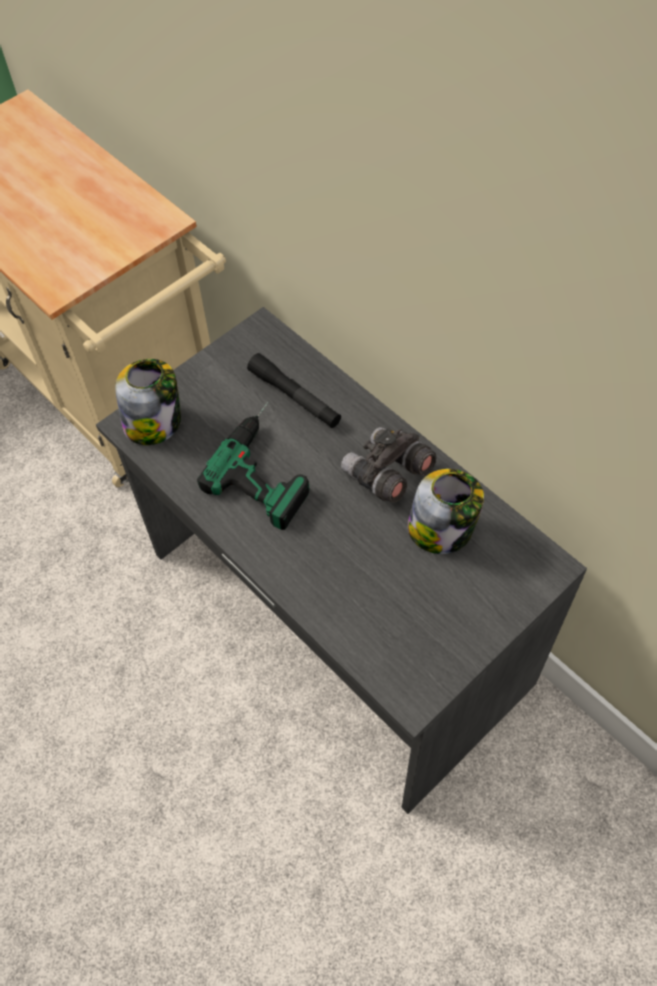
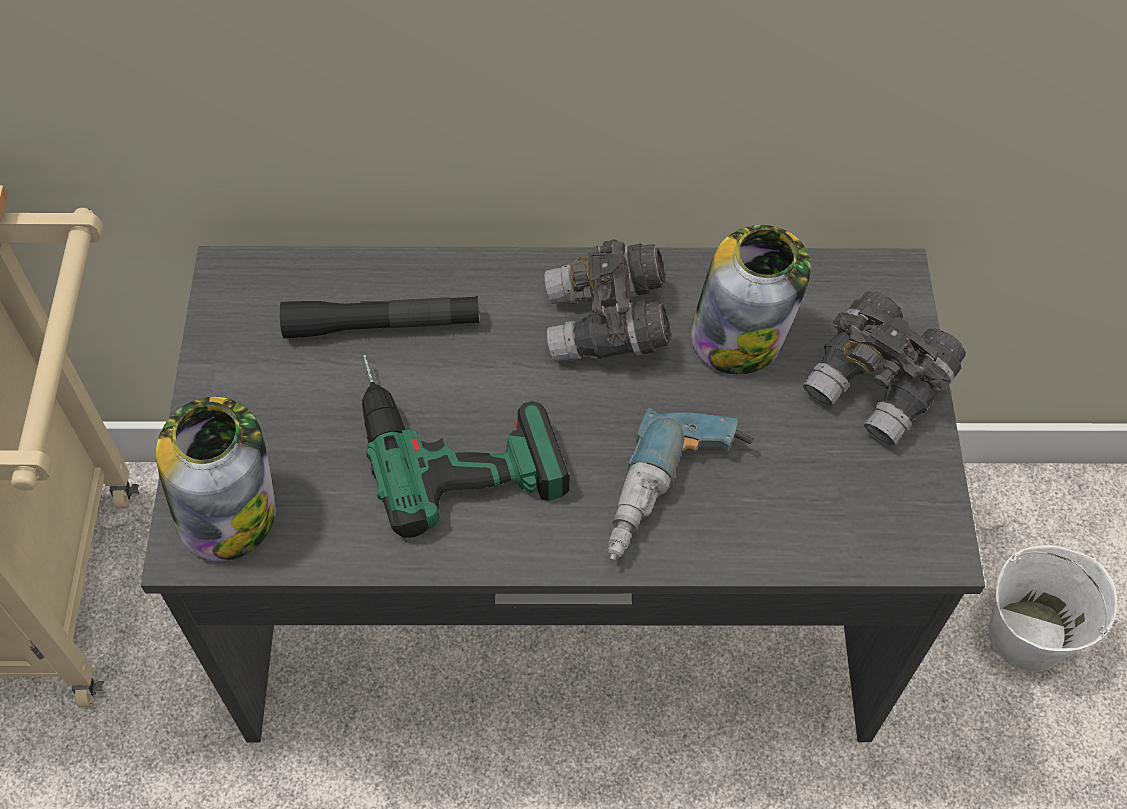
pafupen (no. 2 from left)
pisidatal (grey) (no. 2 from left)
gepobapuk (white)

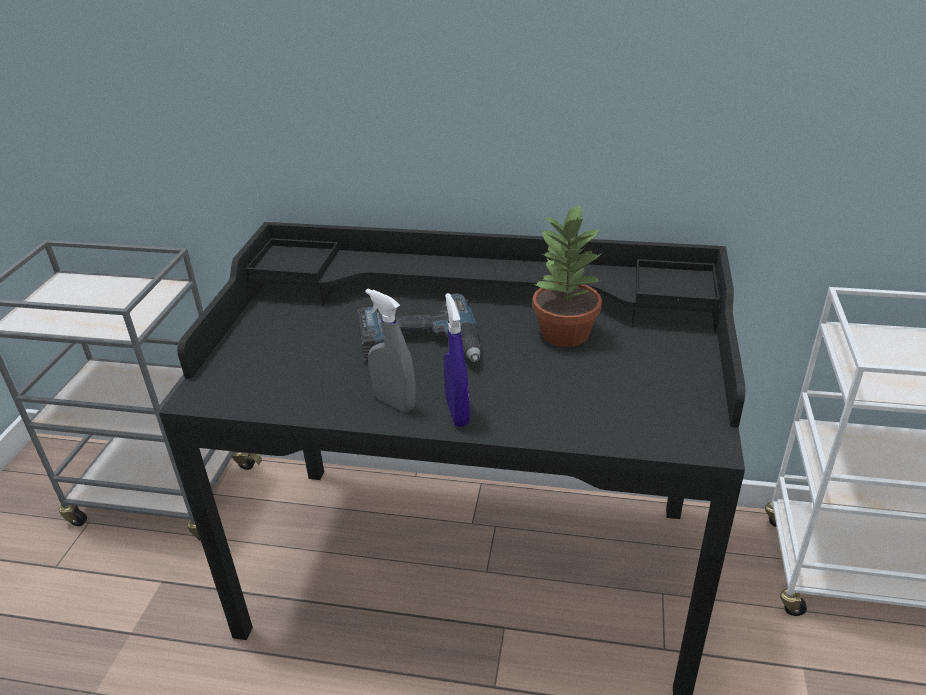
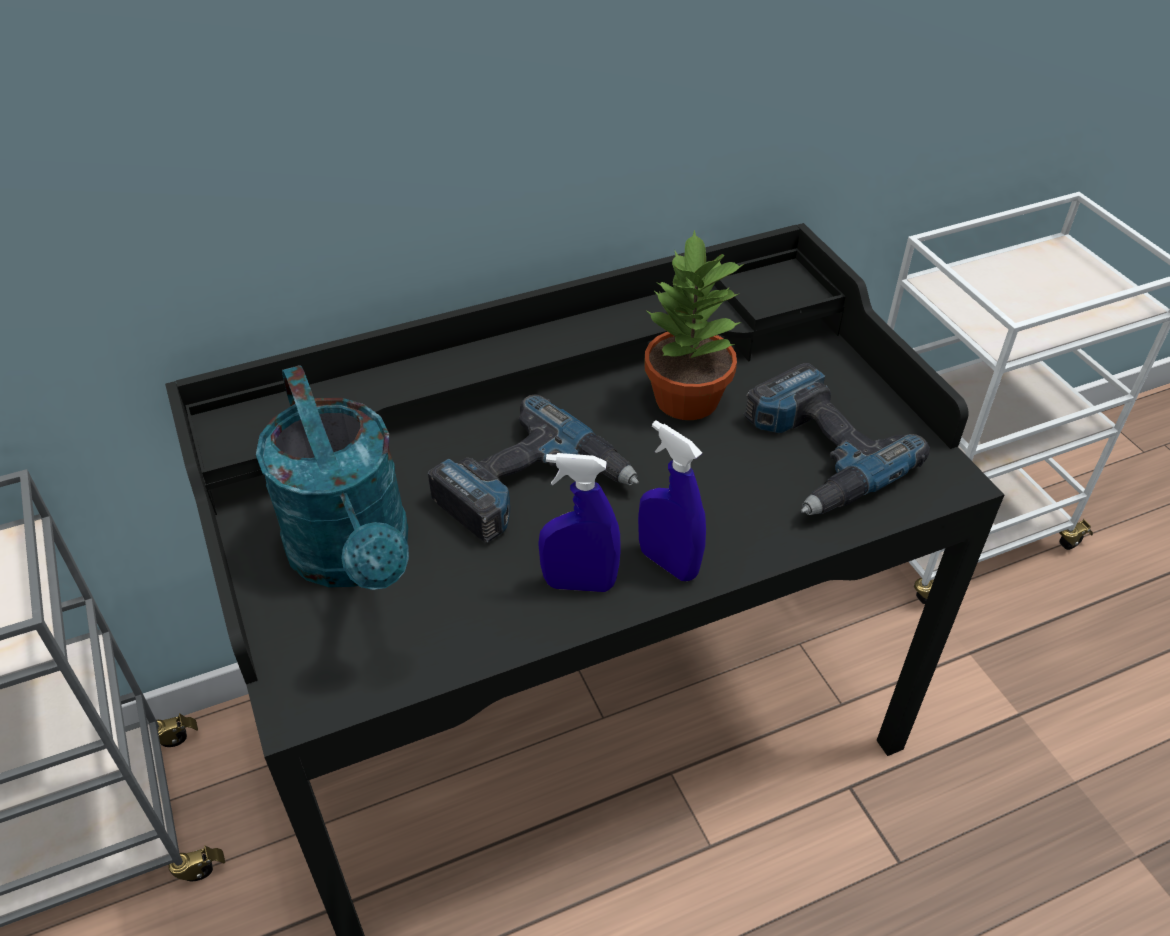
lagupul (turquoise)
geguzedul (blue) (no. 1 from left)
pafupen (no. 2 from left)

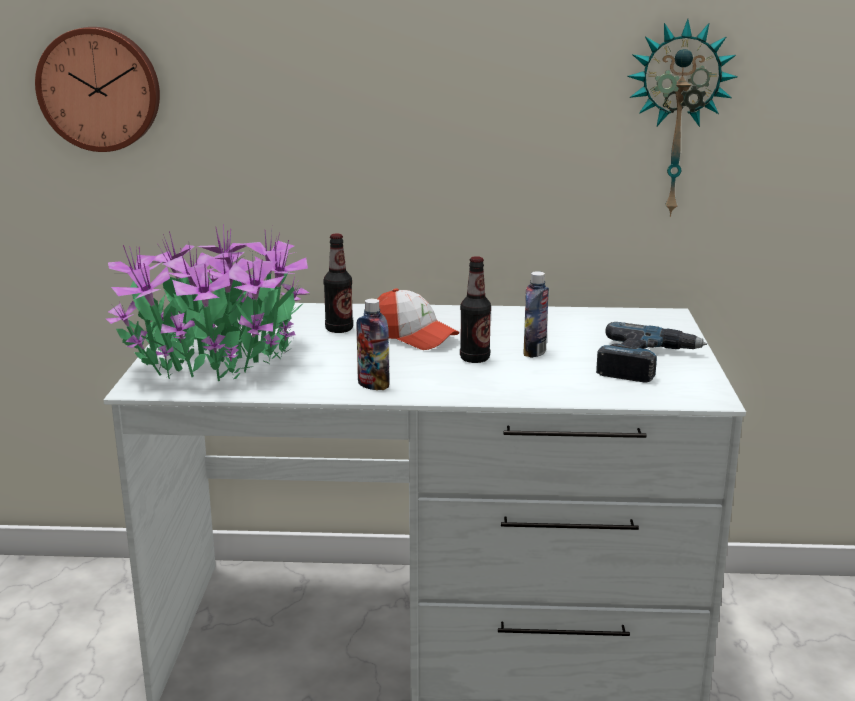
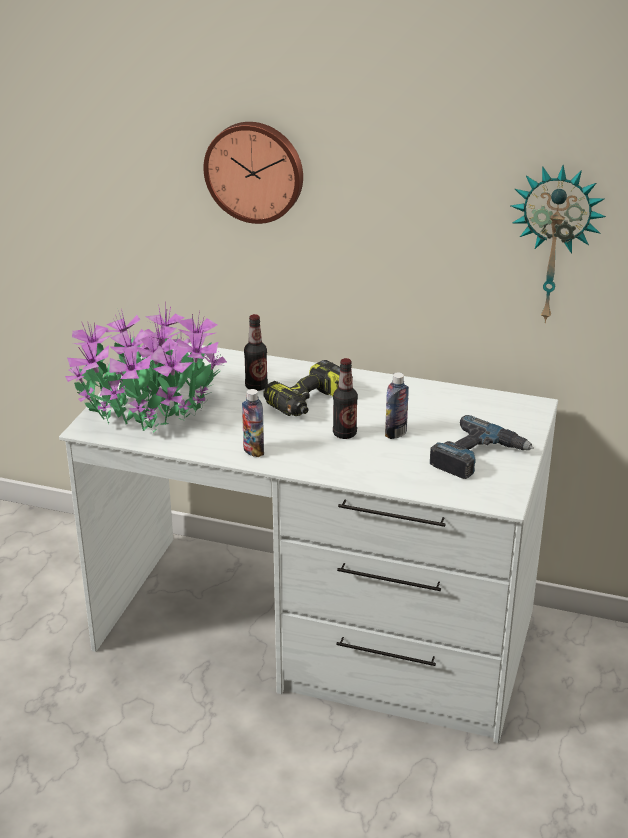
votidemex (no. 1 from left)
pafupen (no. 1 from left)

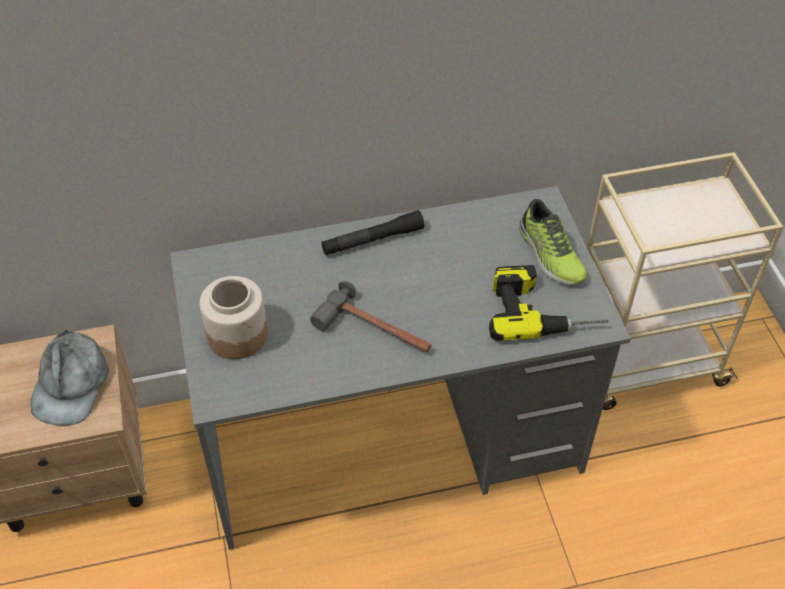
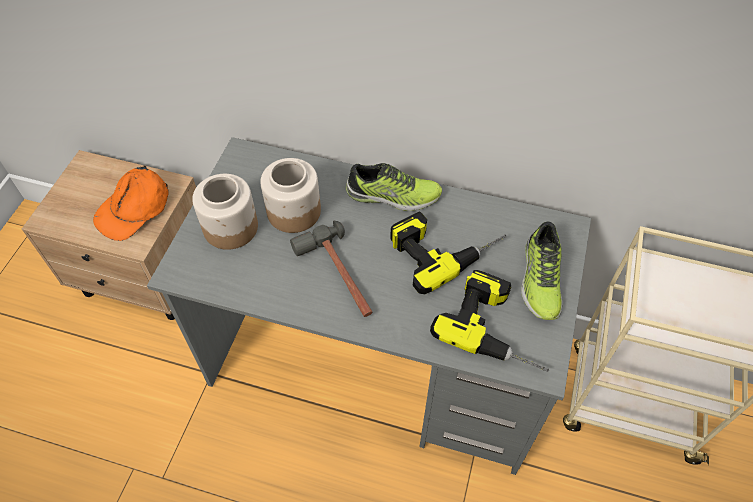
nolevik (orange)
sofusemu (no. 2 from left)
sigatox (no. 1 from left)
pafupen (no. 1 from left)

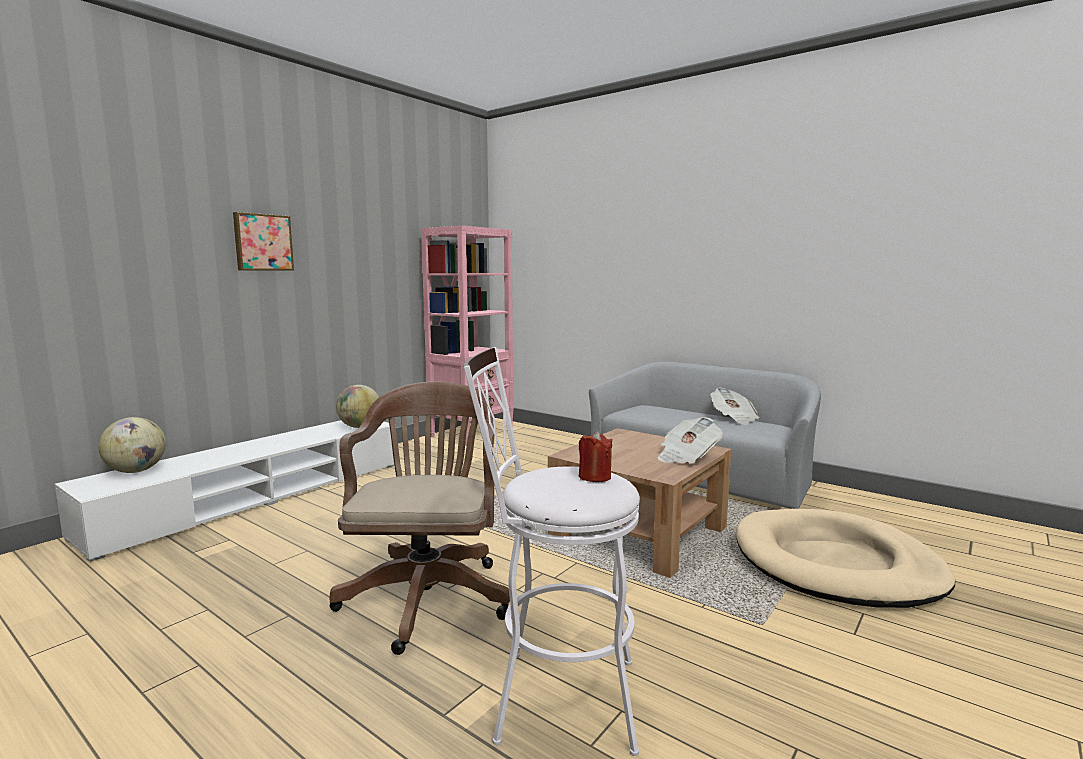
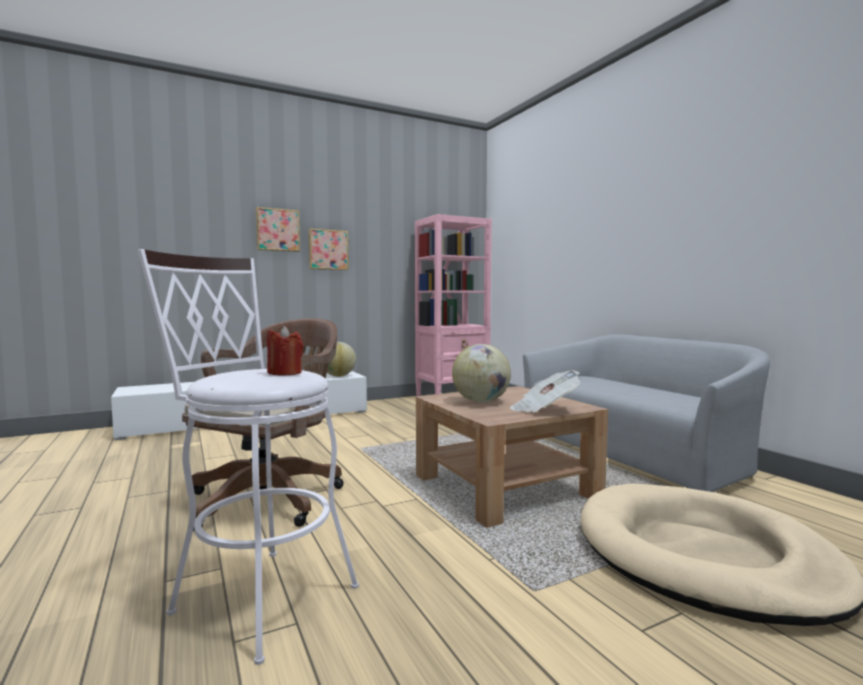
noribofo (no. 2 from left)
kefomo (no. 2 from left)
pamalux (no. 2 from left in the first image)

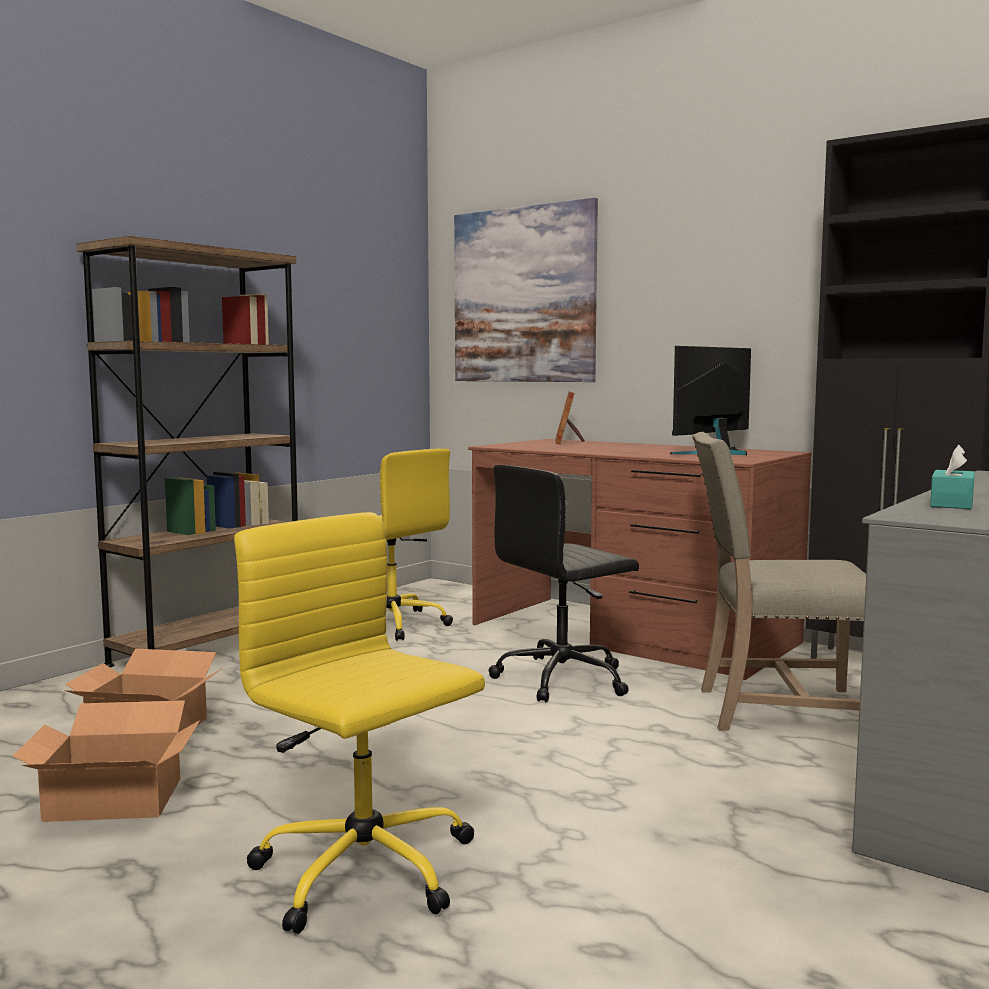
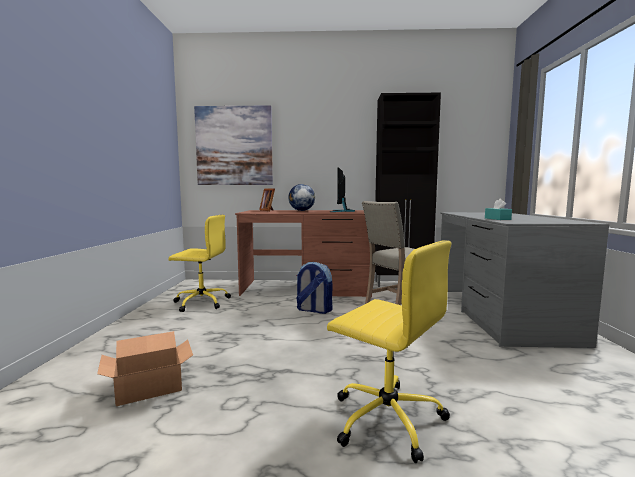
kefomo
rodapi
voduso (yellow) (no. 2 from left)
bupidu (no. 1 from left in the first image)
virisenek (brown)

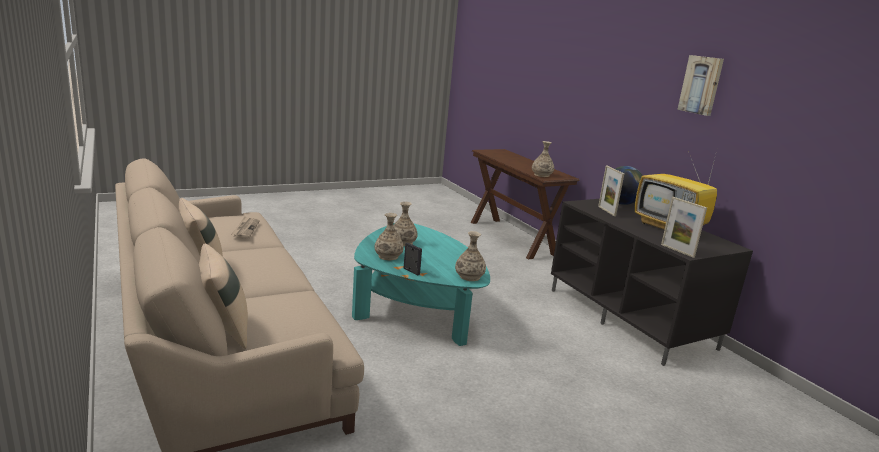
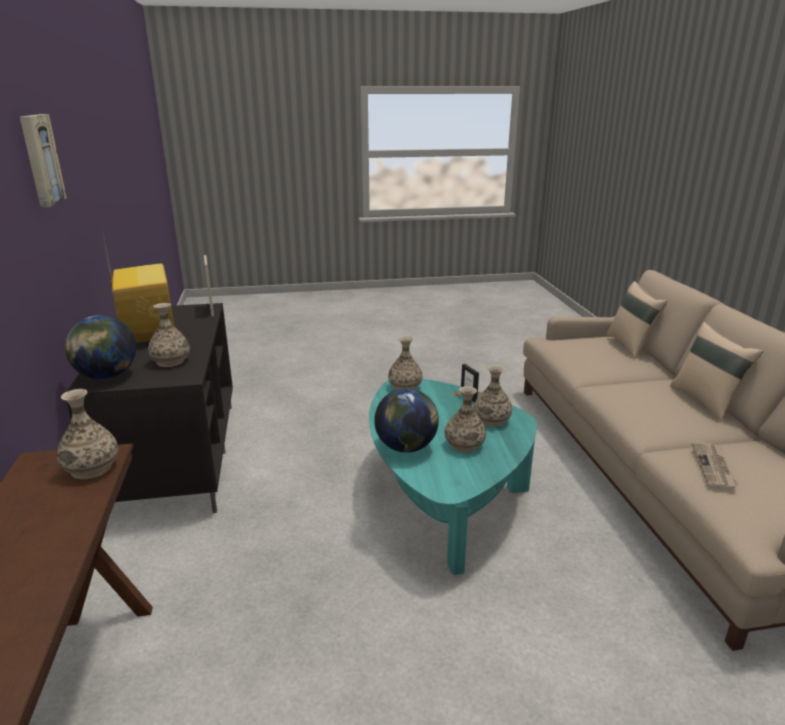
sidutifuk (no. 2 from left)
kefomo (no. 2 from left)

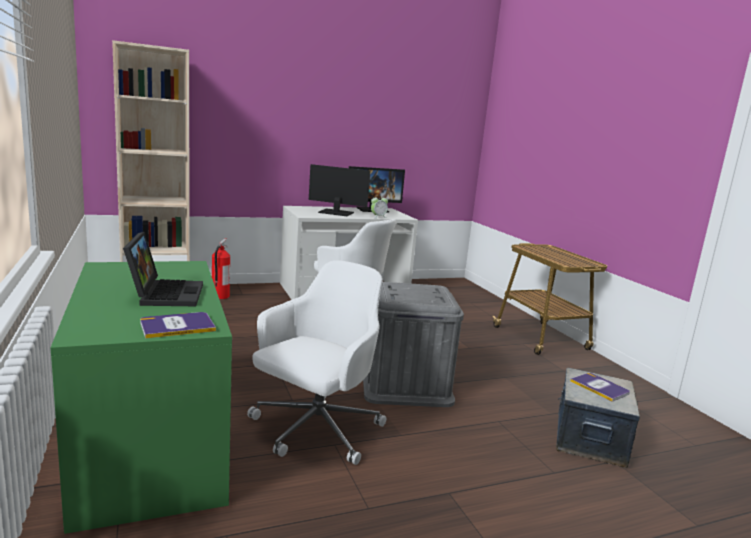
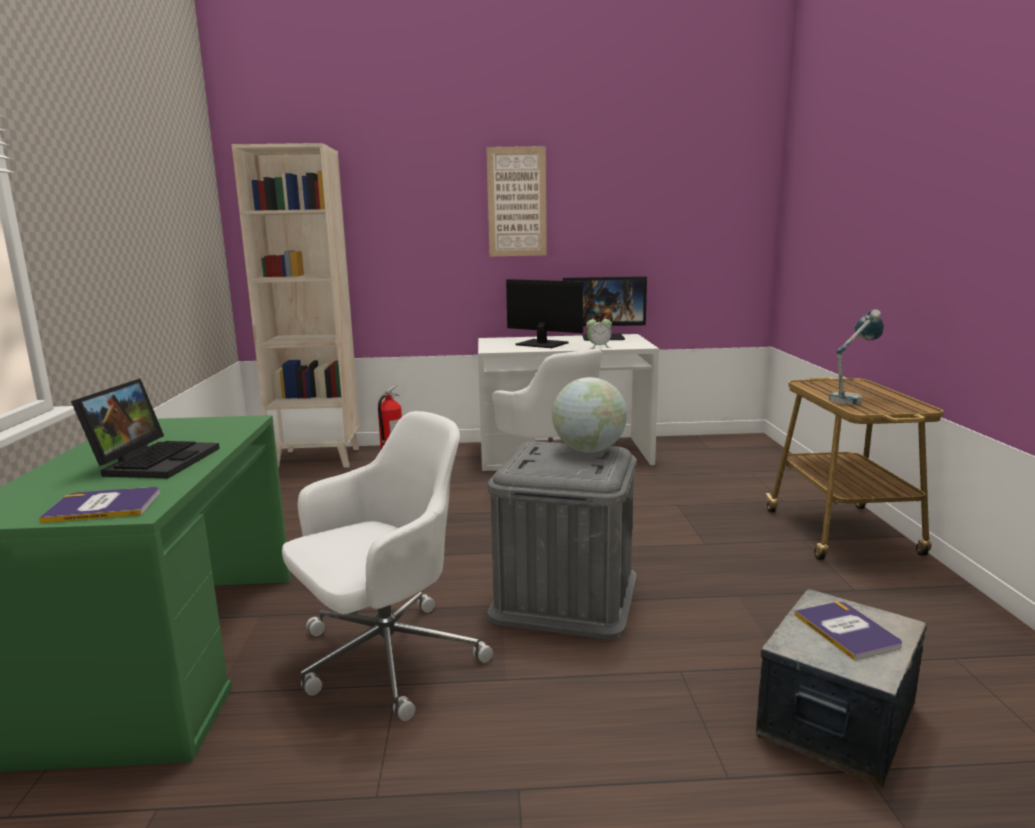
noribofo
kefomo
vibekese

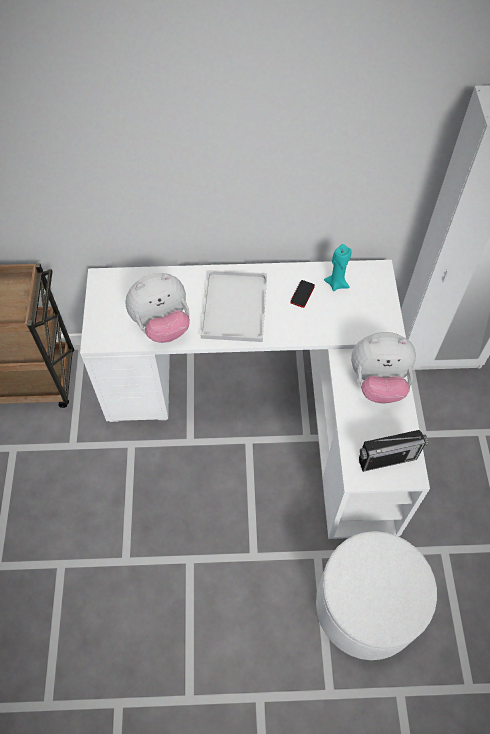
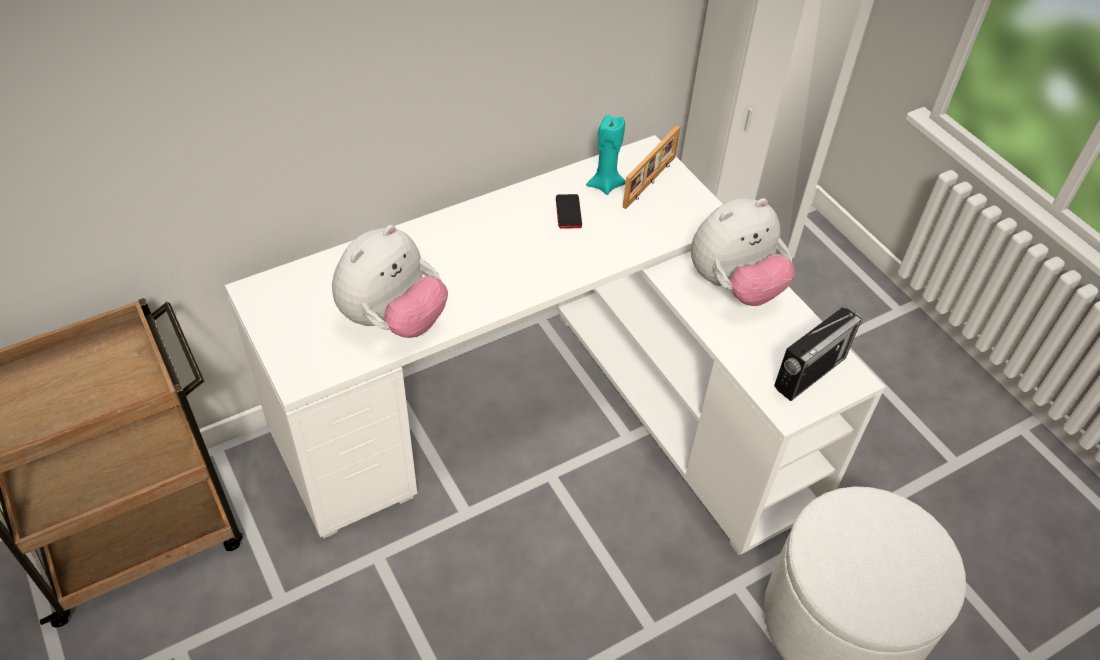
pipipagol
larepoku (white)

